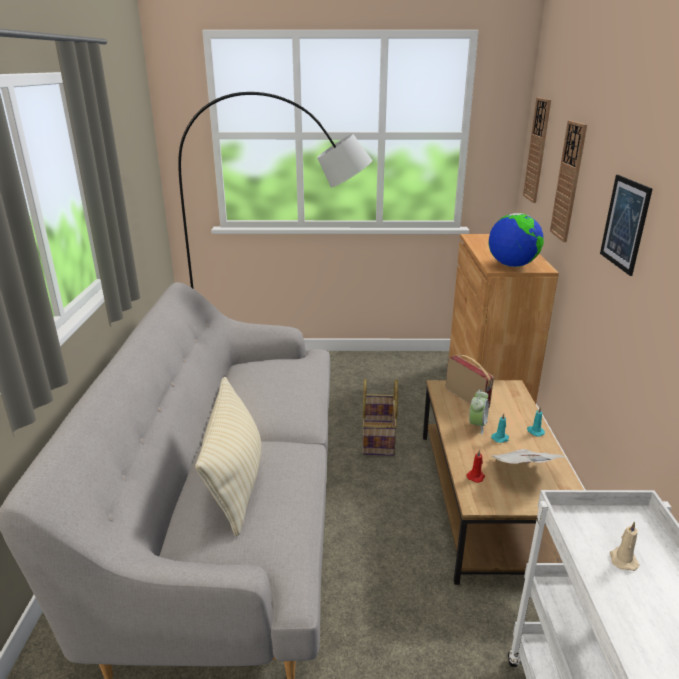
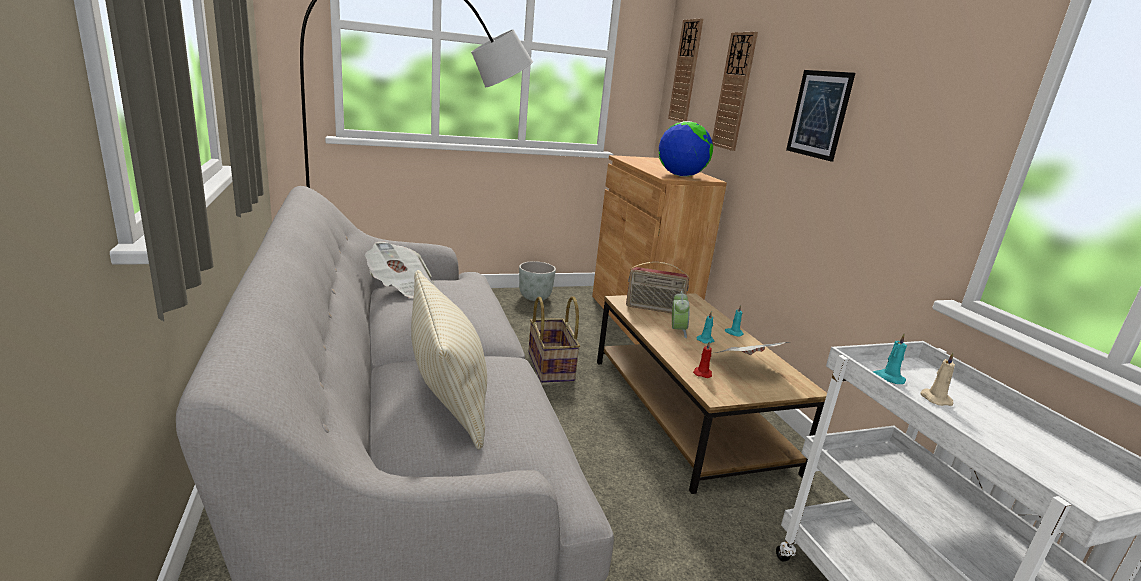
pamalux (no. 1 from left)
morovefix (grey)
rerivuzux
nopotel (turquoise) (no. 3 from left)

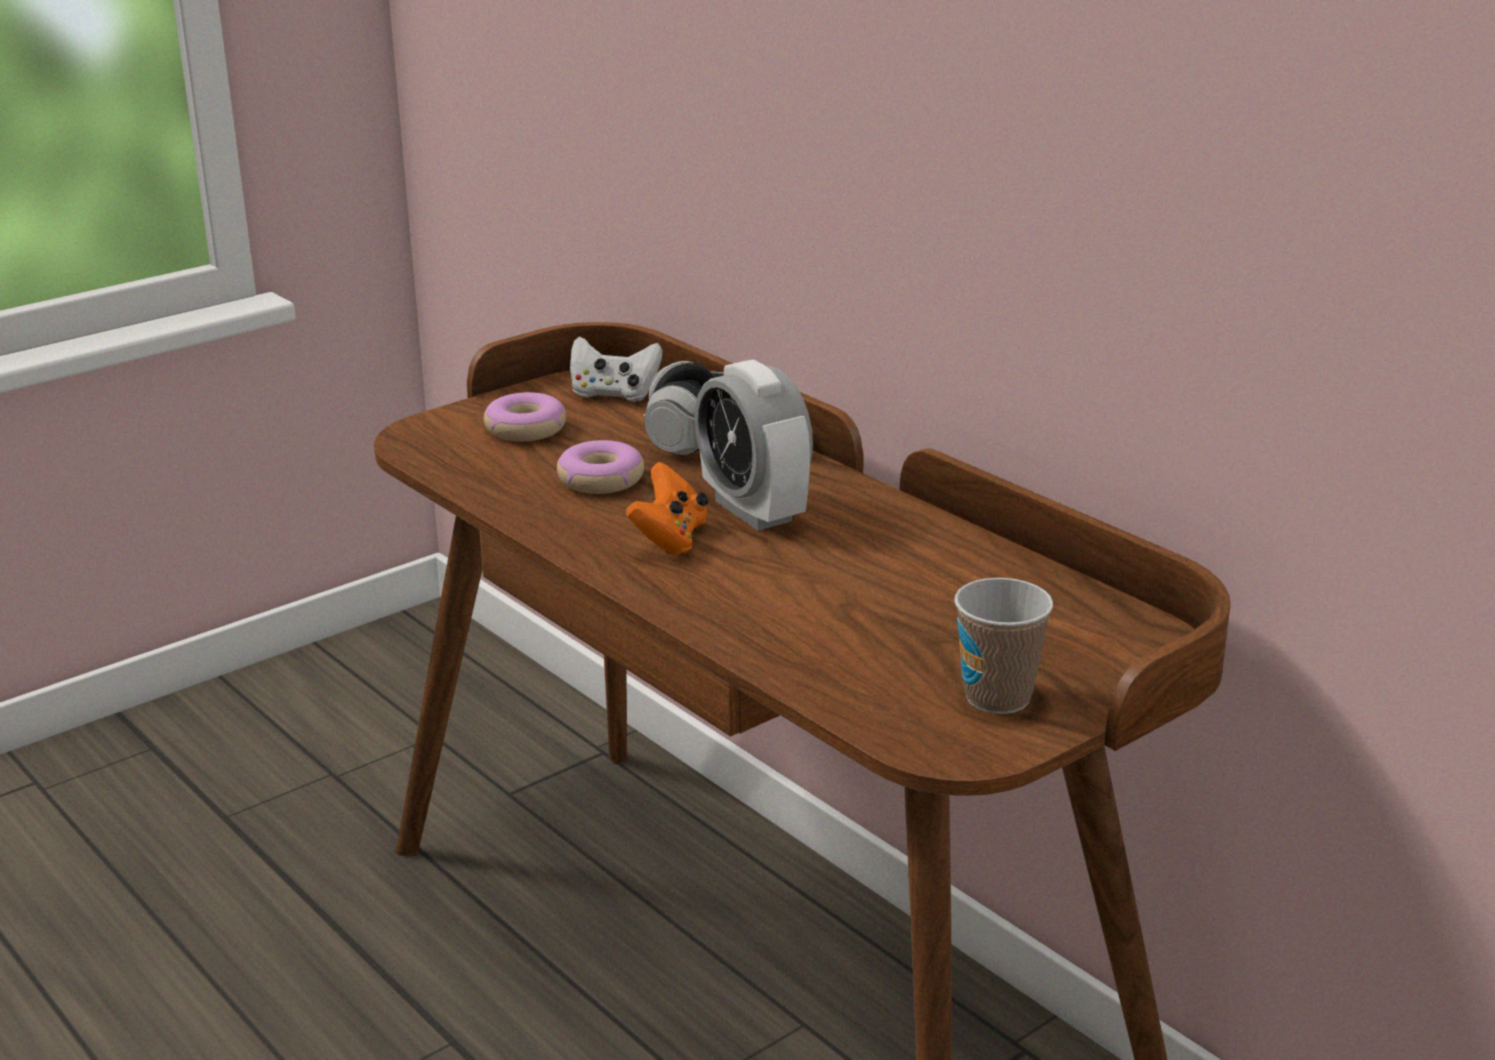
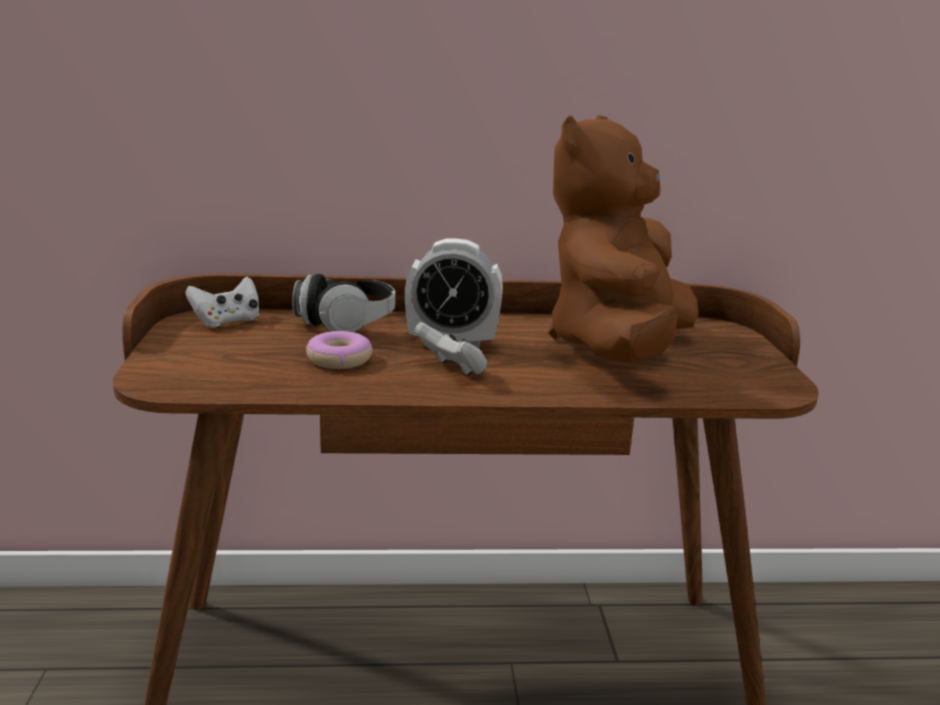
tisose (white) (no. 2 from left)
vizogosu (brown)
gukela (no. 1 from left in the first image)
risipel

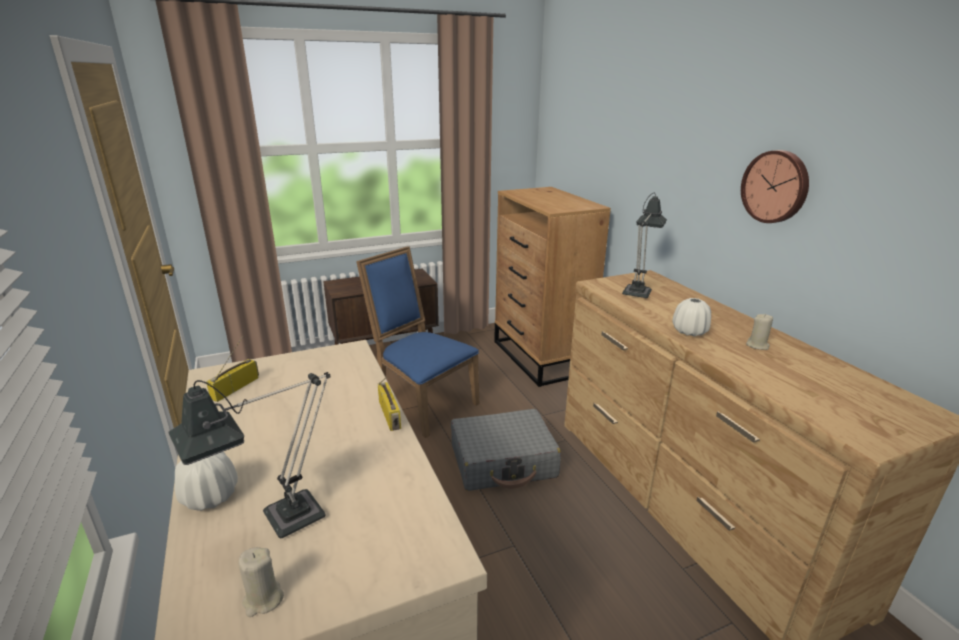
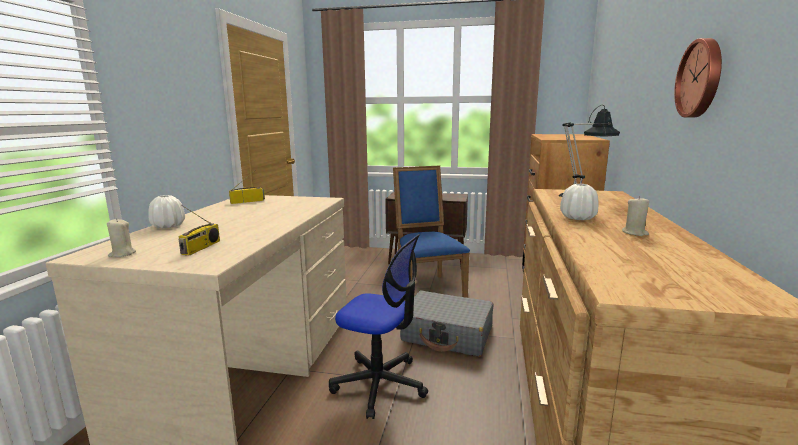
rerivuzux (no. 1 from left)
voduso
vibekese (no. 1 from left in the first image)

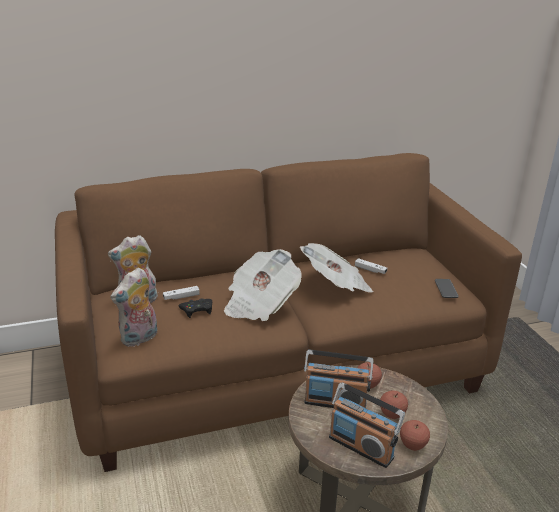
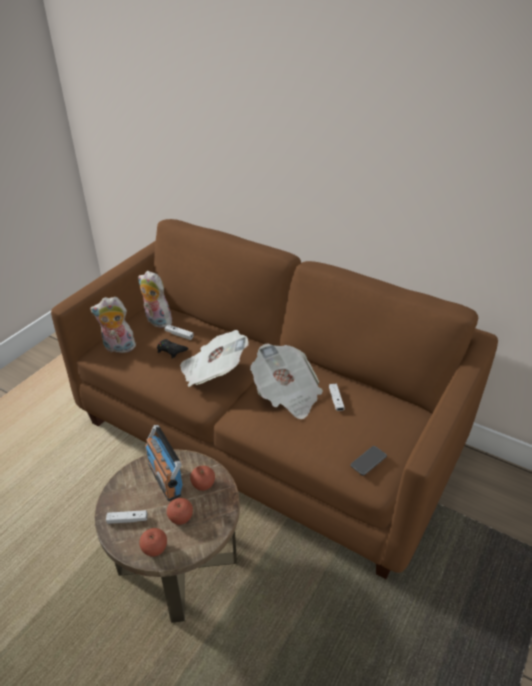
tisose (white) (no. 1 from left)

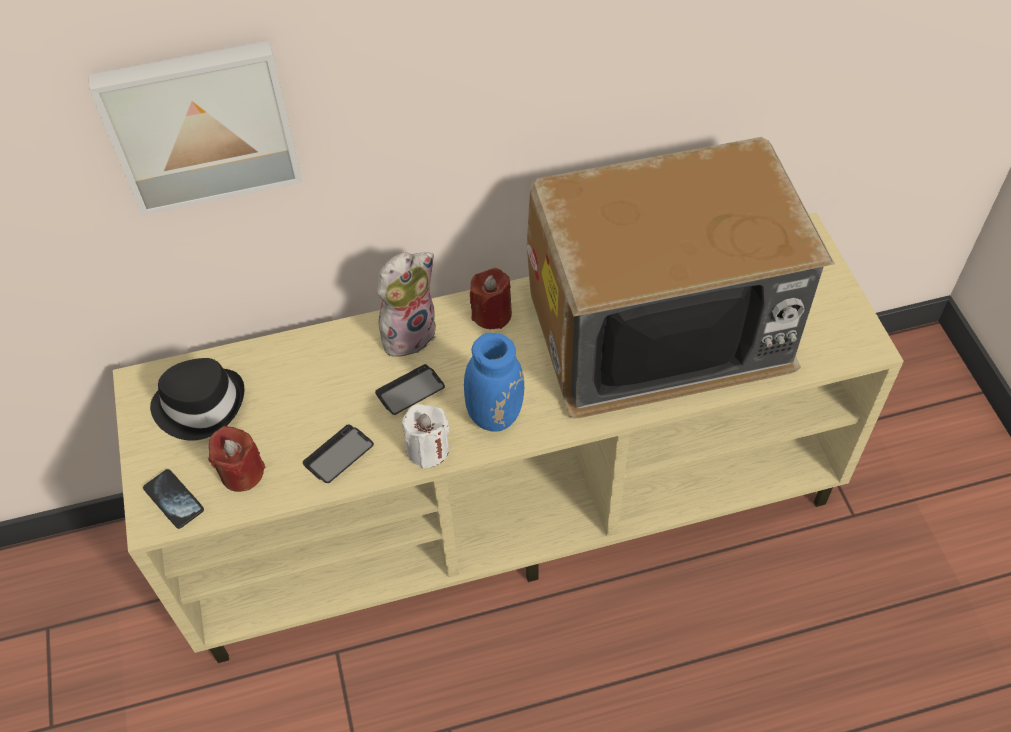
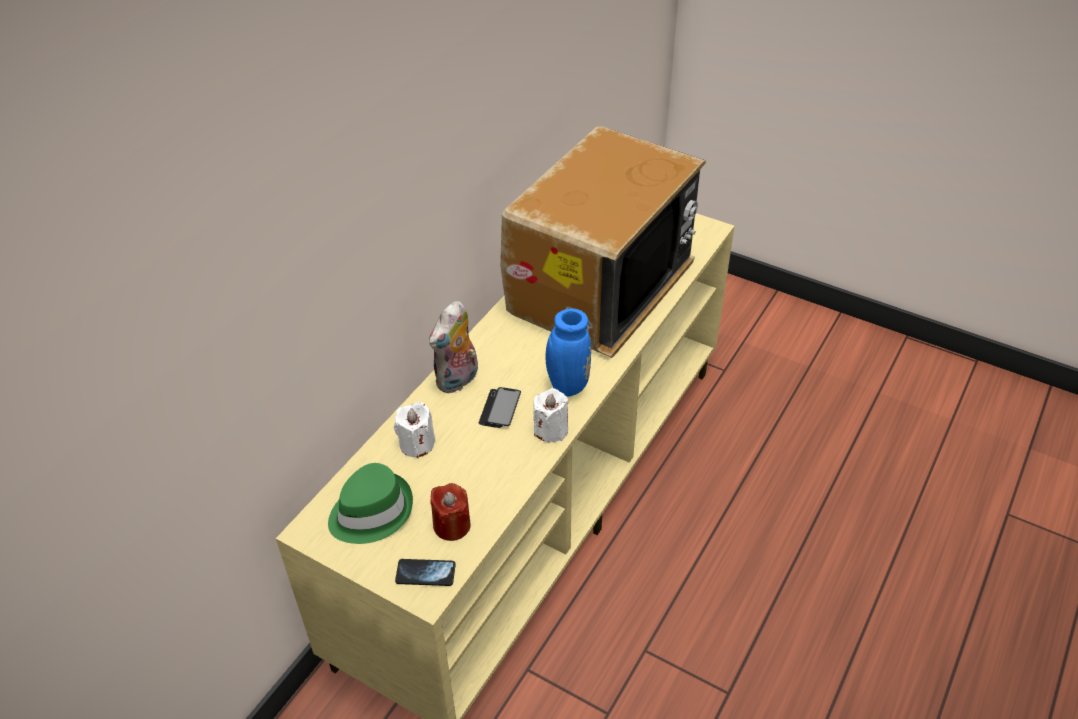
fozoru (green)
nopotel (white) (no. 1 from left)
vizogosu
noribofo
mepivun (no. 2 from left in the first image)
nopotel (red) (no. 2 from left in the first image)

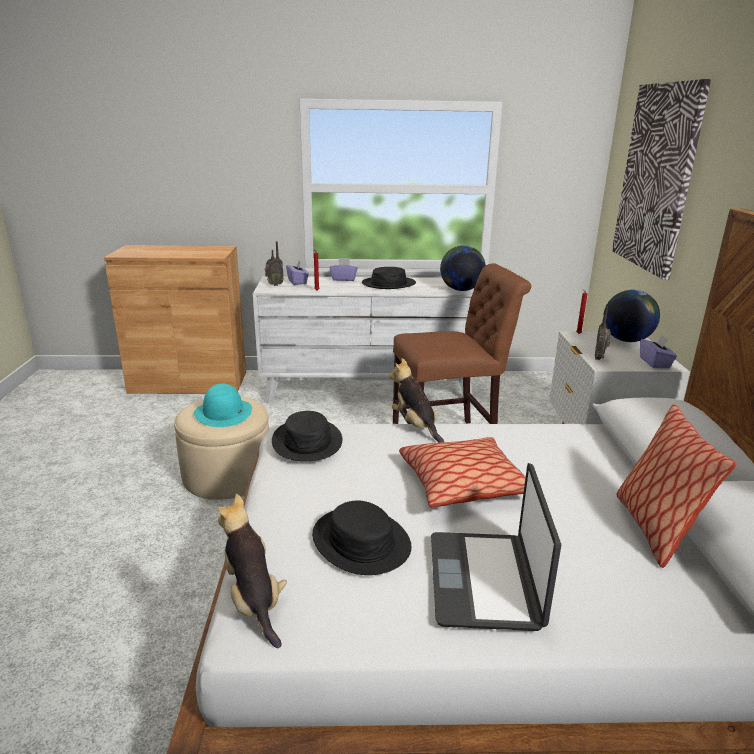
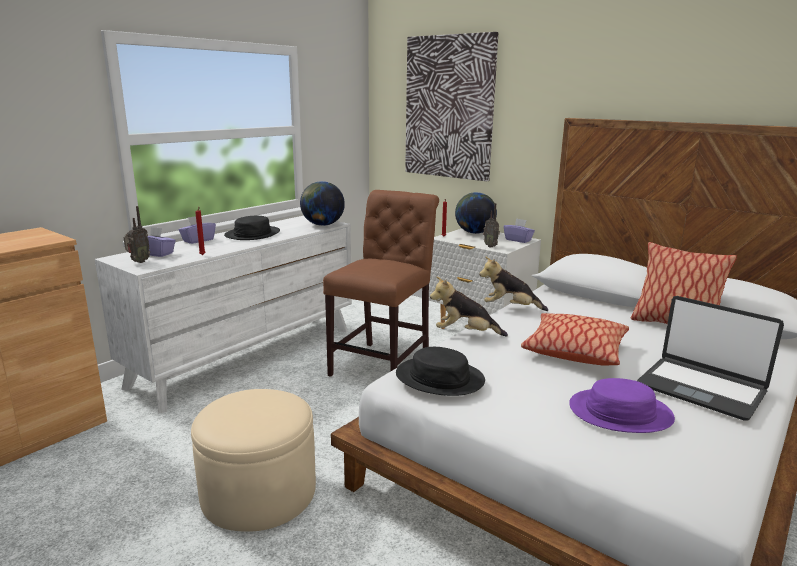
vizogosu (no. 2 from left)
fozoru (purple)
fozoru (turquoise)

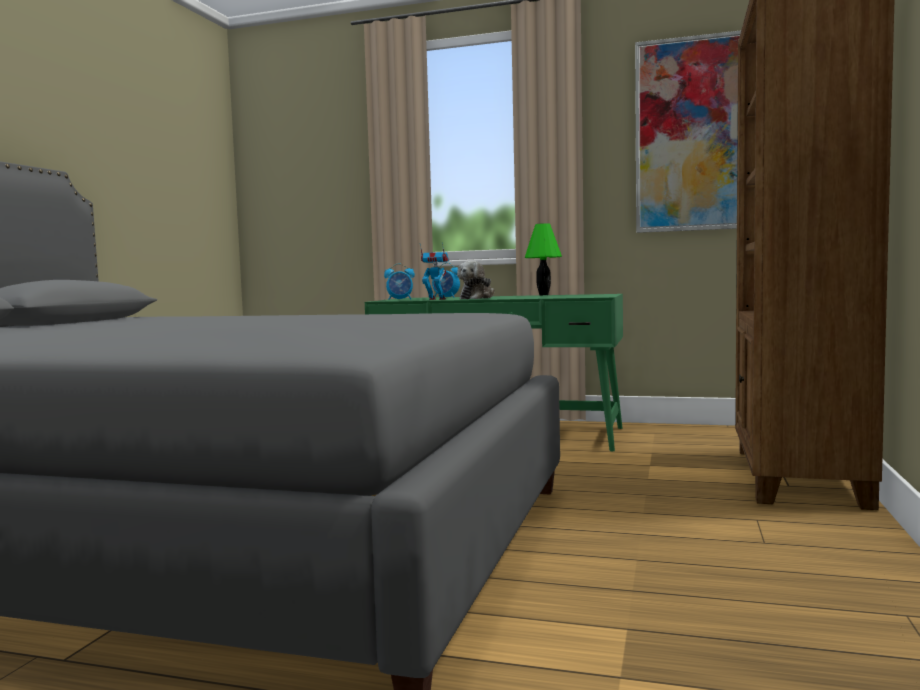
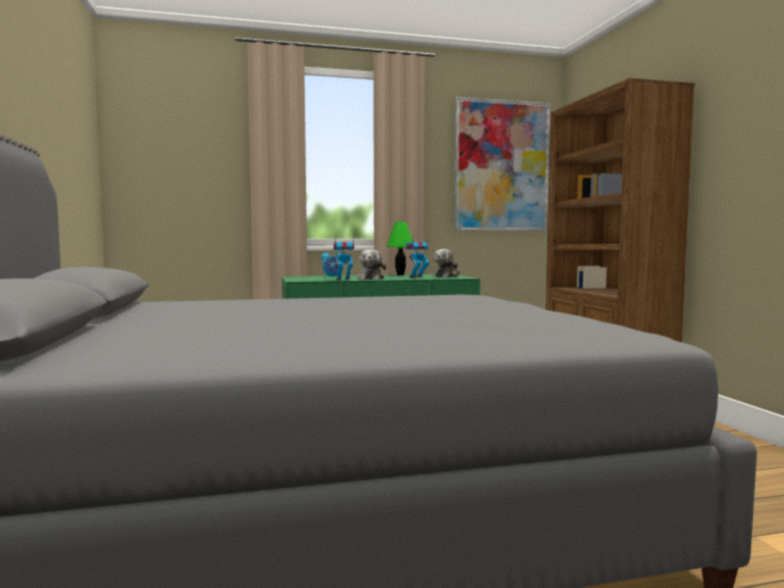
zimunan (no. 2 from left)
vizogosu (no. 2 from left)
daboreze (no. 1 from left in the first image)

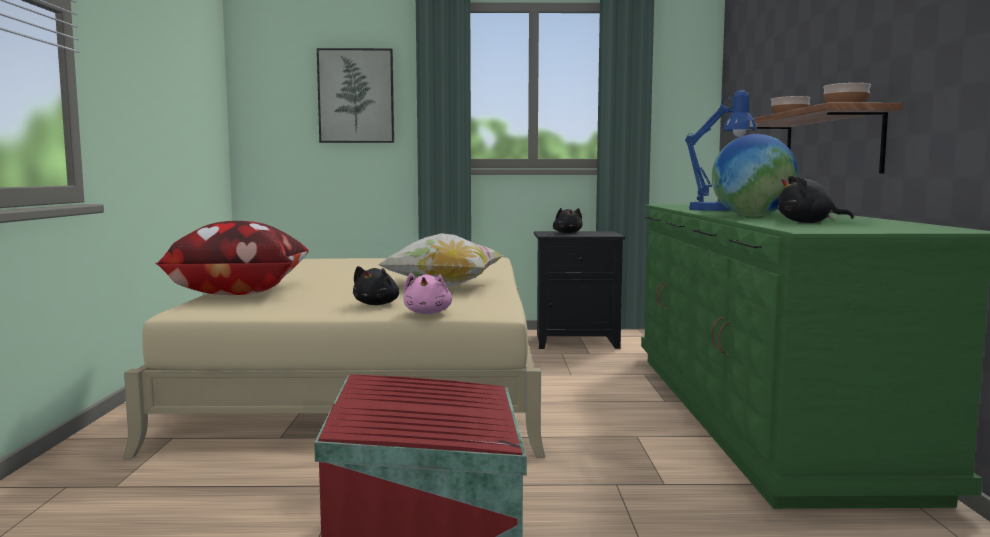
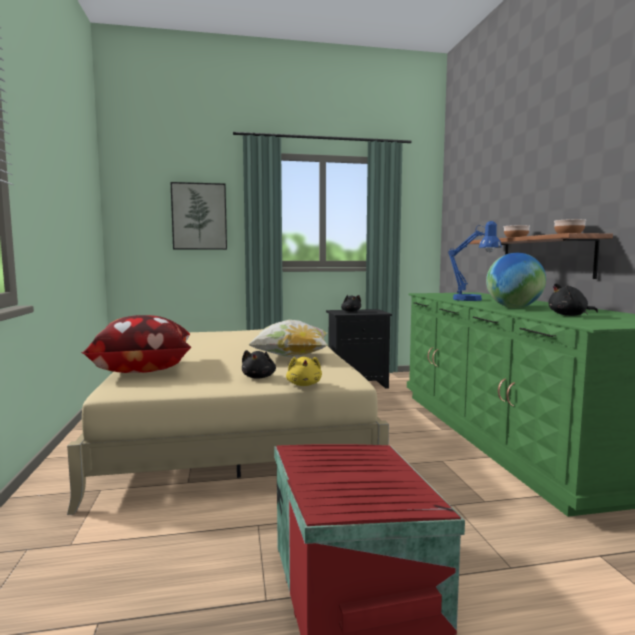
vizogosu (yellow)

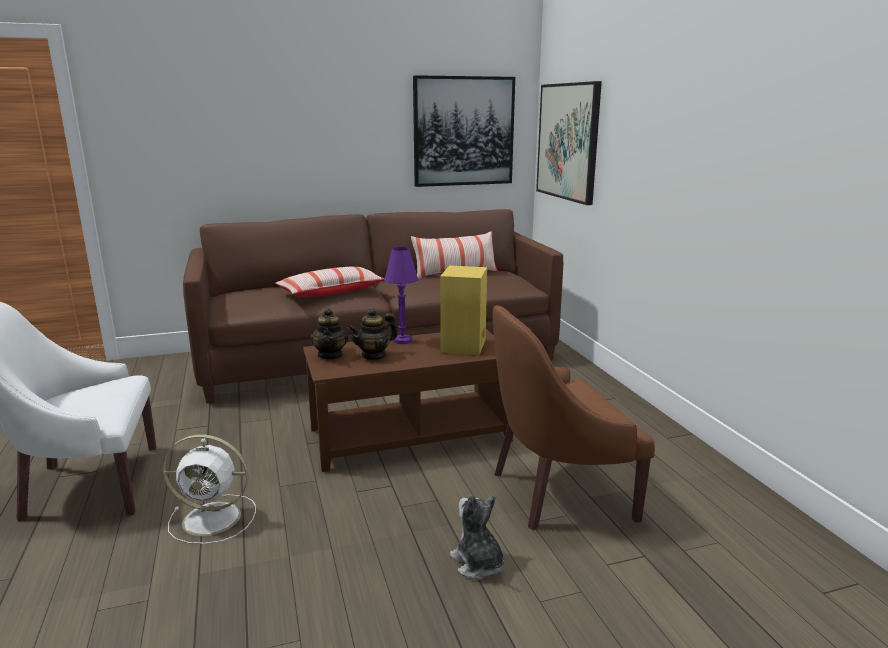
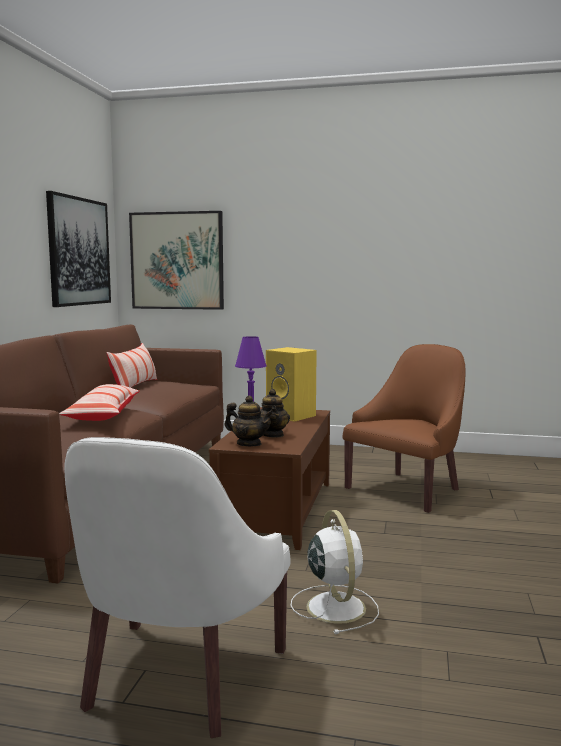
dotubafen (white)
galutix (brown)
vizogosu

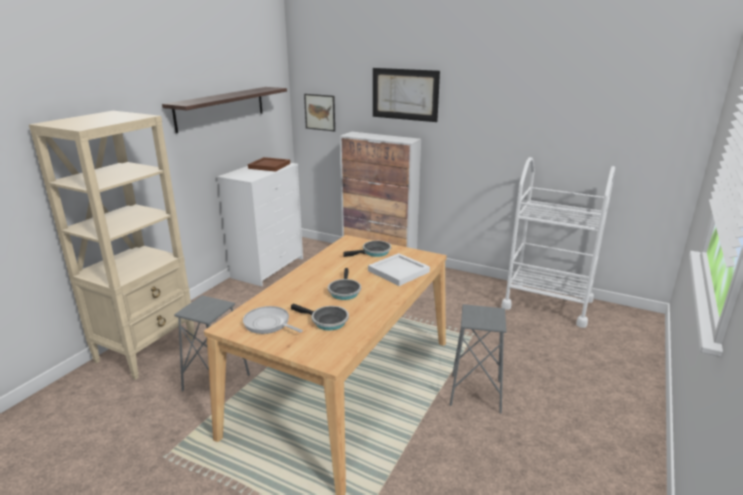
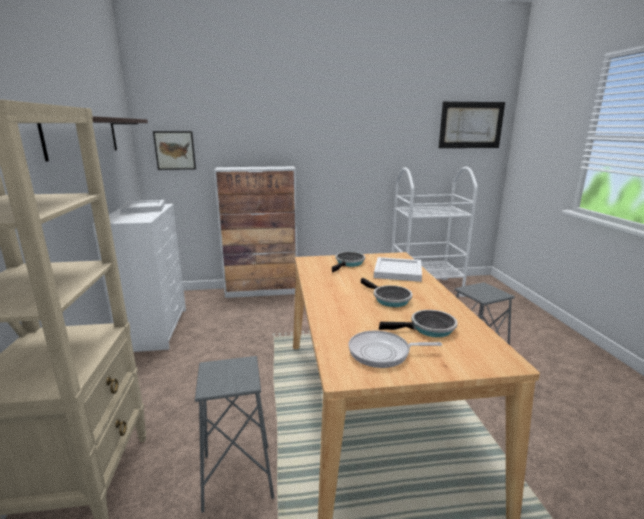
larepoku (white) (no. 1 from left)
noribofo (no. 2 from left)

